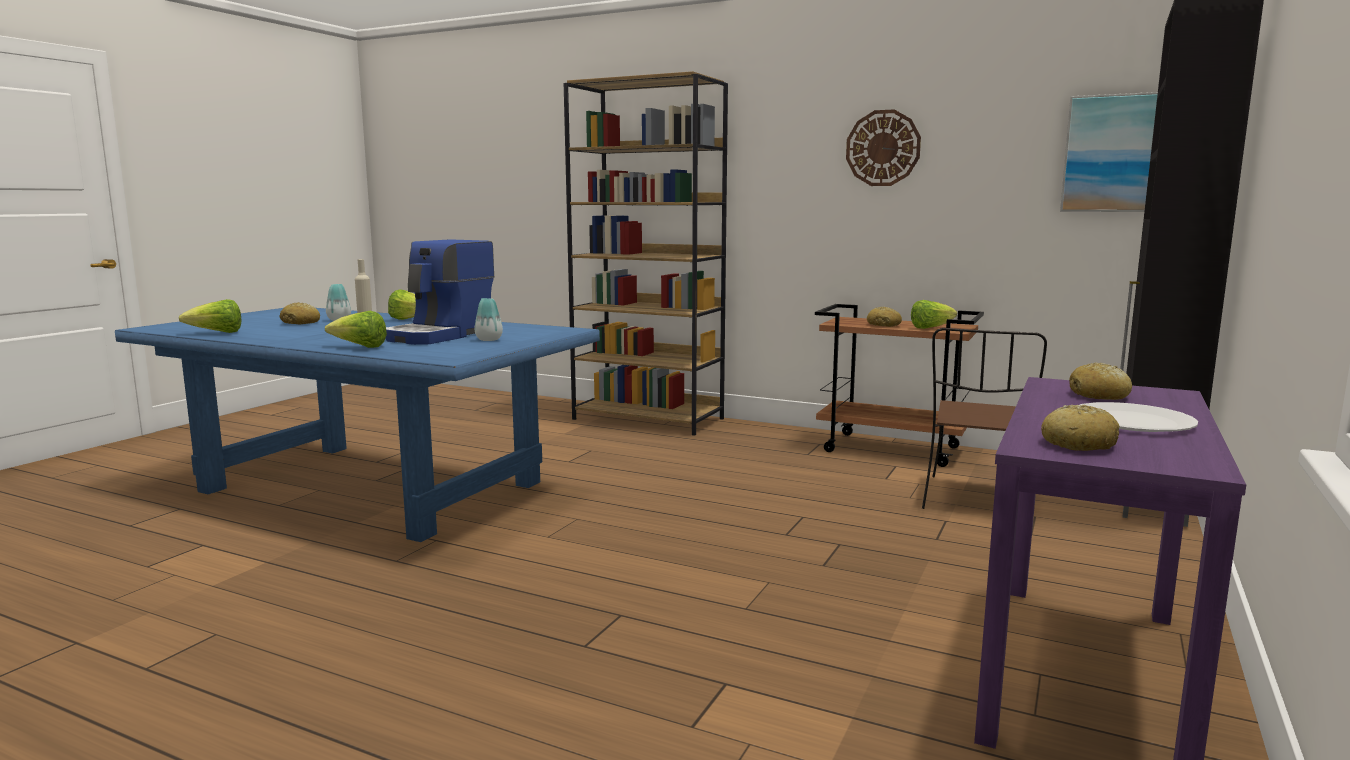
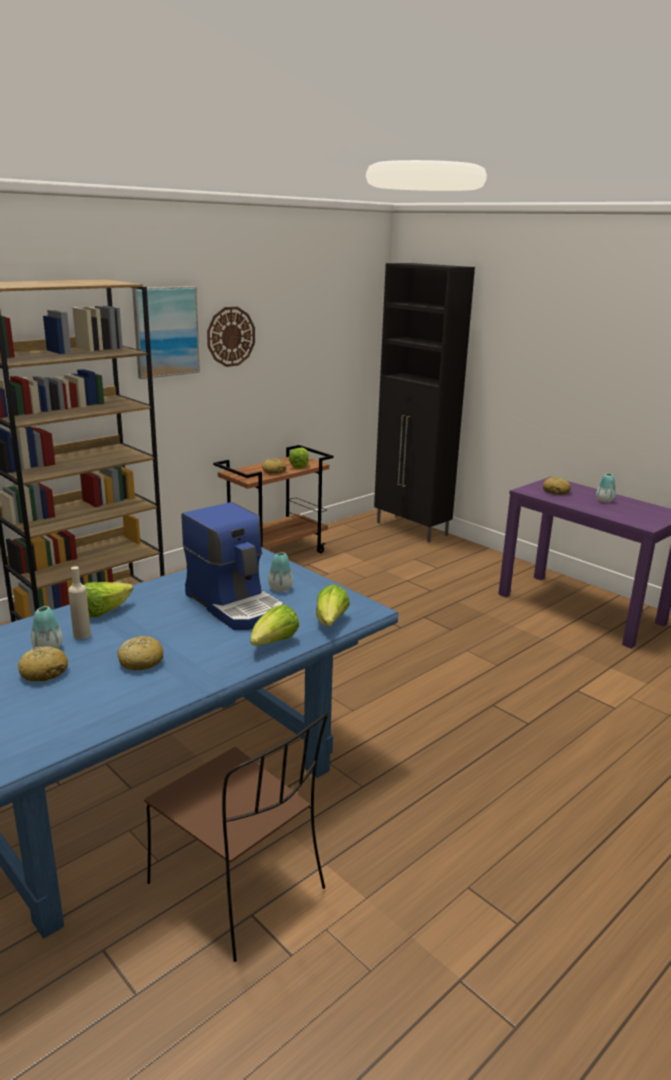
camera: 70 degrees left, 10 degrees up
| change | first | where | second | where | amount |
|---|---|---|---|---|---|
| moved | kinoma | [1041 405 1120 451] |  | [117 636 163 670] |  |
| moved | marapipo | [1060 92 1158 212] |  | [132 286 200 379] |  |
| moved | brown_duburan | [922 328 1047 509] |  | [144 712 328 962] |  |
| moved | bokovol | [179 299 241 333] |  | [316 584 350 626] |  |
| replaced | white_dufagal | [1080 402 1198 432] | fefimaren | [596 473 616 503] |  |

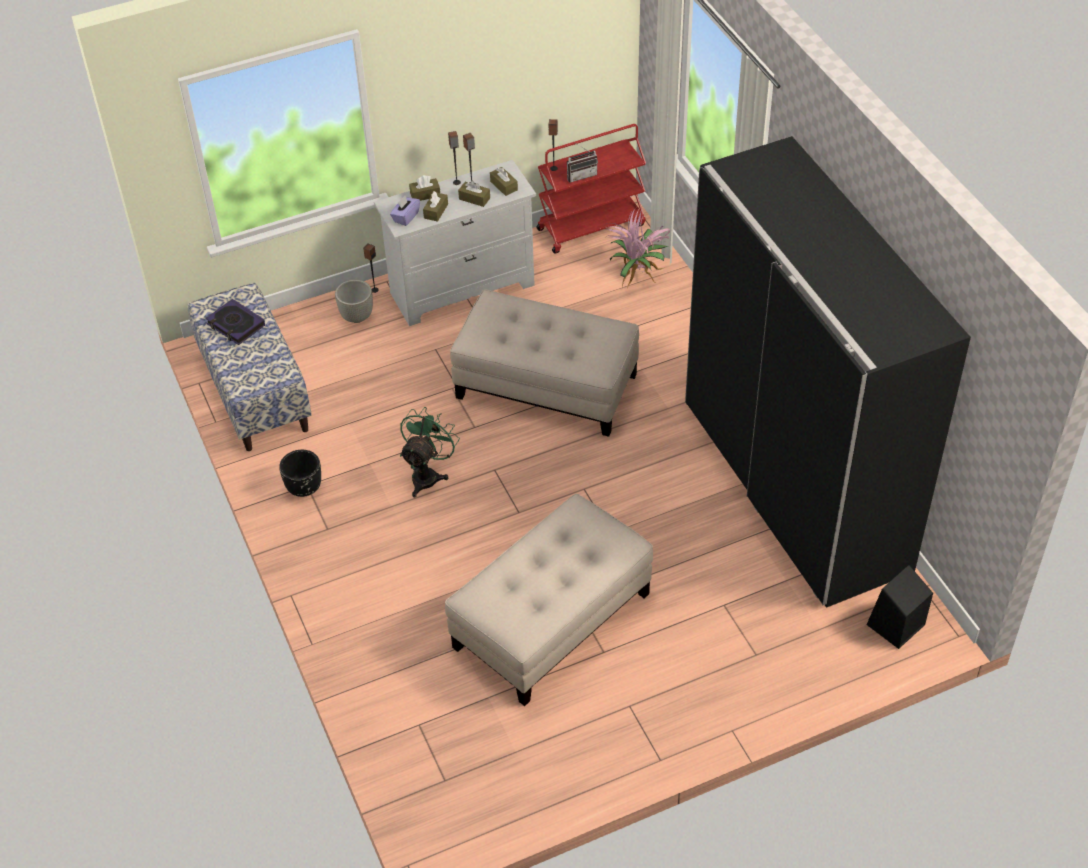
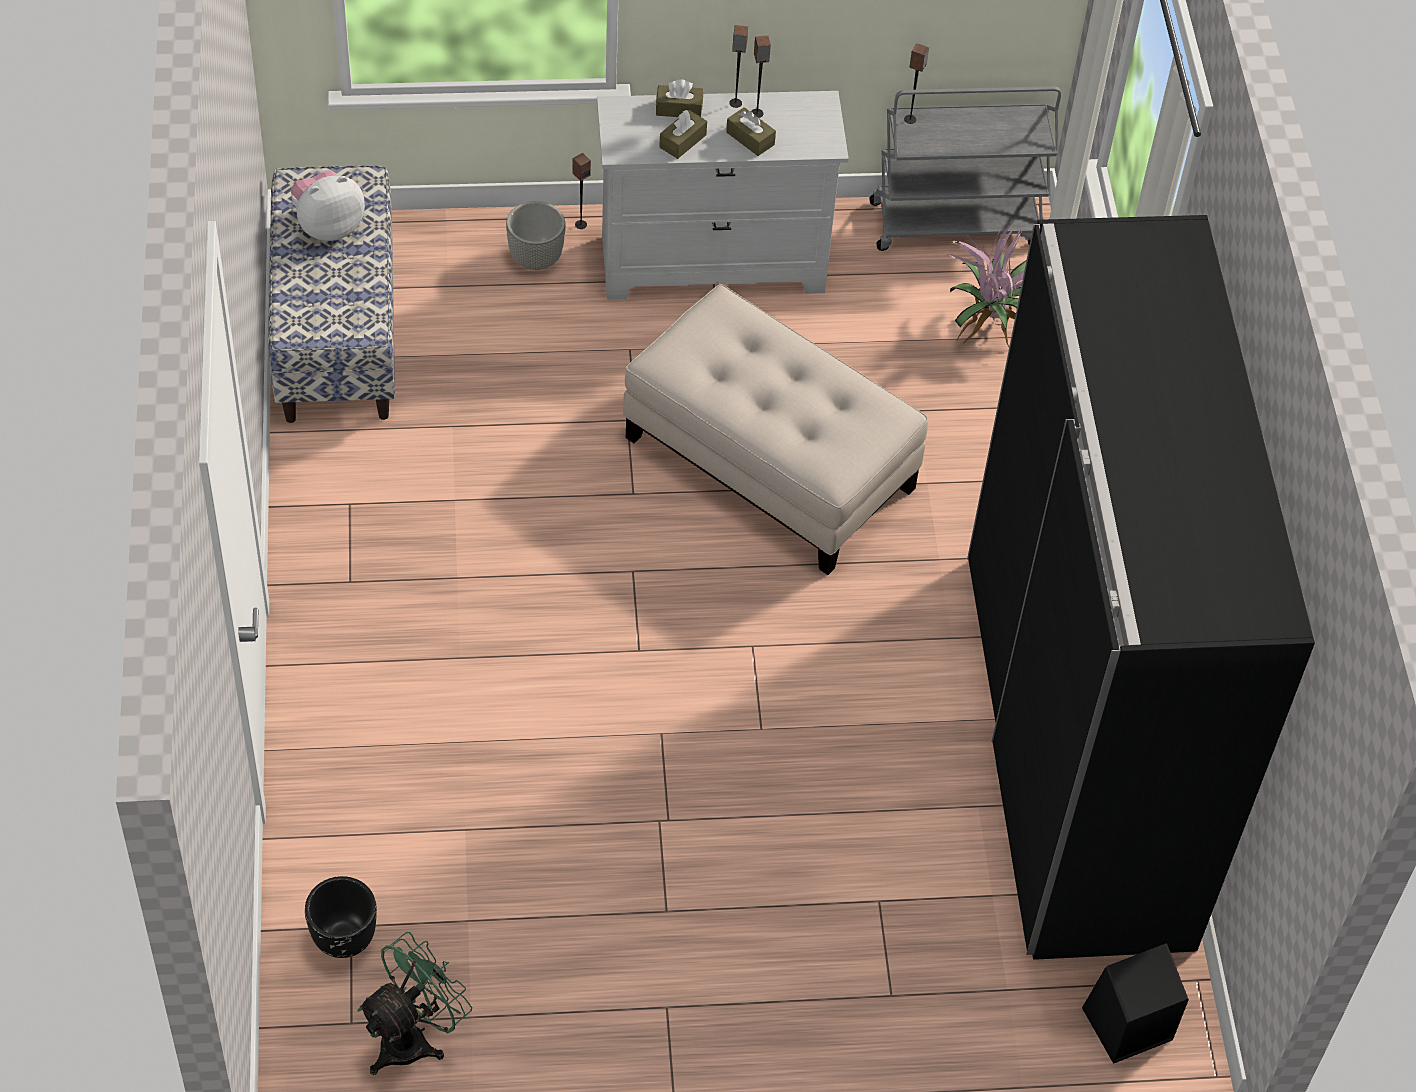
camera: 15 degrees right, 5 degrees up
| change | first | where | second | where | amount |
|---|---|---|---|---|---|
| replaced | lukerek | [205 299 265 345] | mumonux | [291 170 365 241] |  |
| moved | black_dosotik | [279 450 321 497] |  | [305 876 377 958] |  |
| moved | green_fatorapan | [400 407 460 497] |  | [357 932 472 1075] |  |
| recoloured | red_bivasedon | [536 124 646 254] | grey_bivasedon | [869 86 1061 251] |  |
| removed | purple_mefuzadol | [390 196 420 226] |  |  |  |
| removed | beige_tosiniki | [445 494 653 706] |  |  |  |
| removed | brown_mefuzadol | [490 167 518 196] |  |  |  |
| removed | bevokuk | [567 142 598 182] |  |  |  |

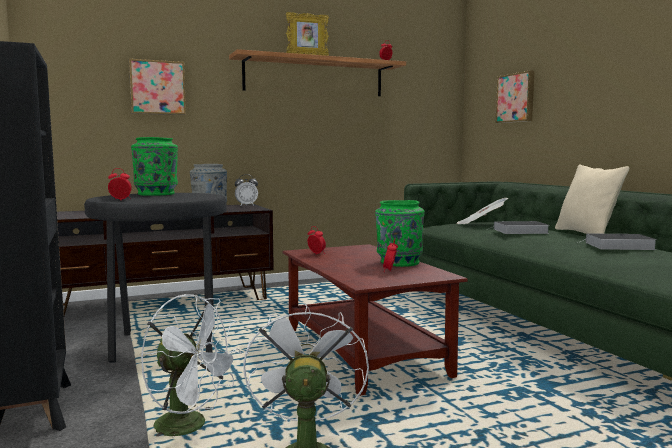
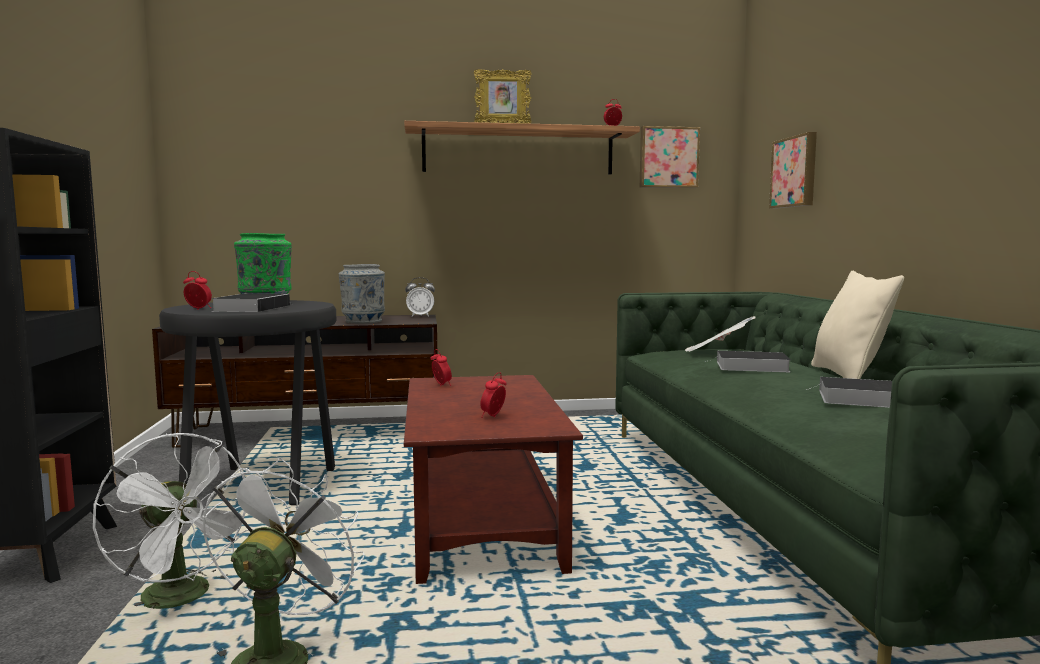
camera: 15 degrees right, 0 degrees up
| change | first | where | second | where | amount |
|---|---|---|---|---|---|
| added |  |  | lukerek | [211 293 292 312] |  |
| moved | marapipo | [129 59 186 115] |  | [640 126 700 188] |  |
| removed | green_fefimaren | [375 200 425 267] |  |  |  |

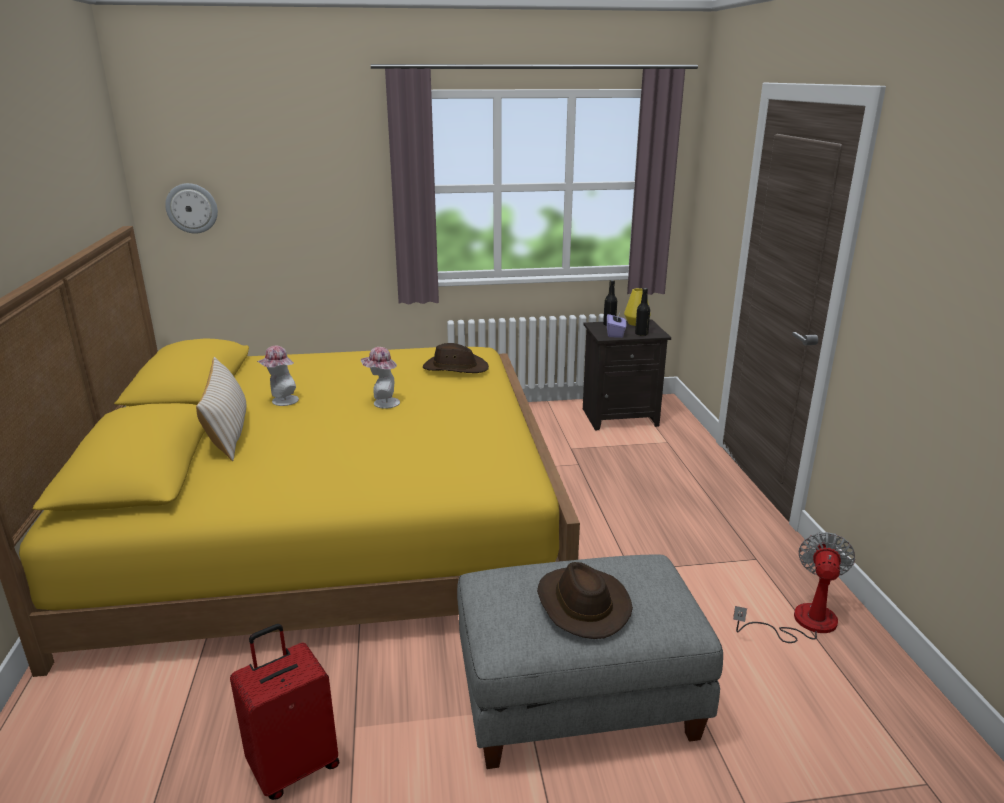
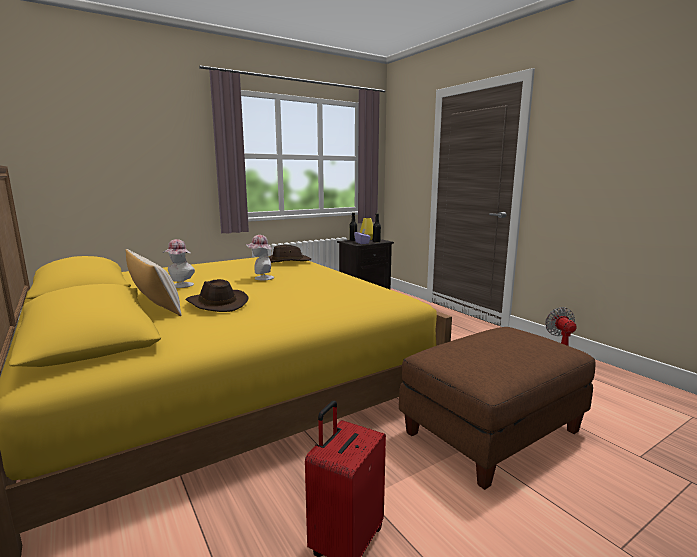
camera: 25 degrees left, 10 degrees down
| change | first | where | second | where | amount |
|---|---|---|---|---|---|
| moved | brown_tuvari | [537 562 633 639] |  | [185 279 249 312] |  |
| recoloured | grey_tosiniki | [457 555 723 769] | brown_tosiniki | [399 327 595 490] |  |
| removed | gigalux | [165 183 218 234] |  |  |  |

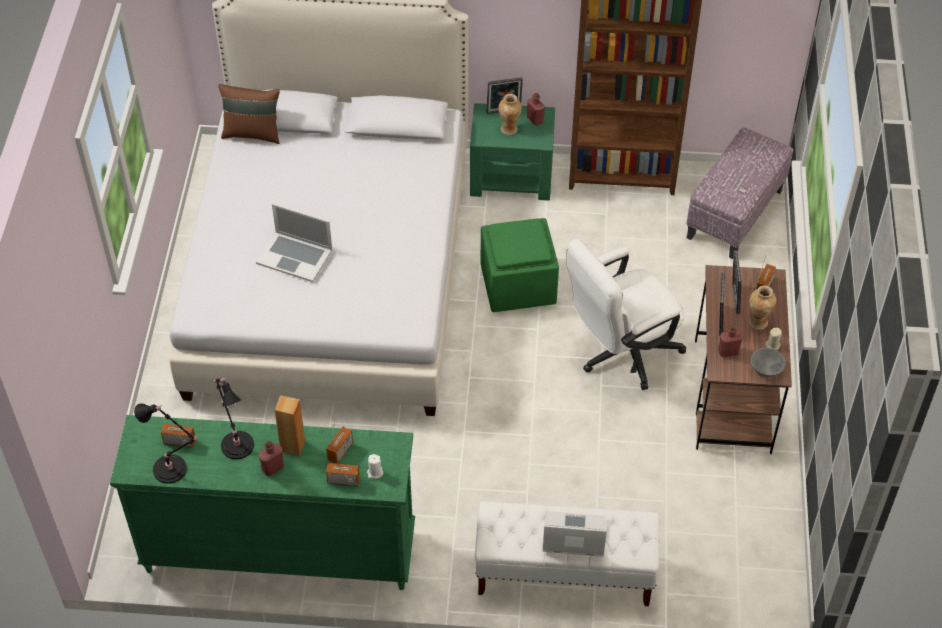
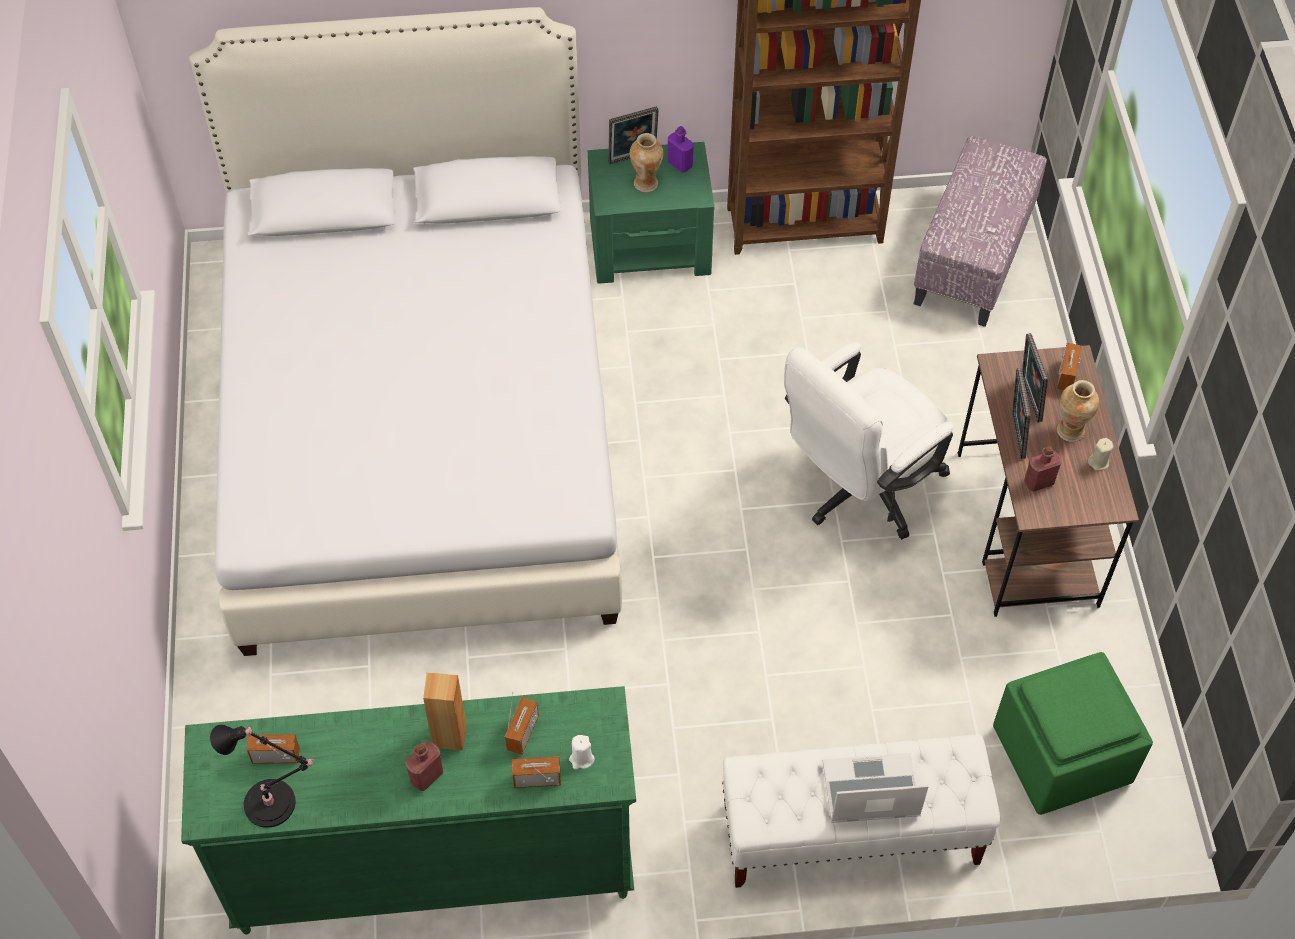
camera: 10 degrees left, 5 degrees up
| change | first | where | second | where | amount |
|---|---|---|---|---|---|
| recoloured | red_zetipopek | [527 93 545 126] | purple_zetipopek | [668 126 694 173] |  |
| moved | green_tosiniki | [481 218 559 312] |  | [993 652 1153 815] |  |
| removed | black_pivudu | [213 378 254 459] |  |  |  |
| removed | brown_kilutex | [218 84 280 144] |  |  |  |
| removed | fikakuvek | [256 204 332 282] |  |  |  |
| removed | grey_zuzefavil | [751 348 785 377] |  |  |  |

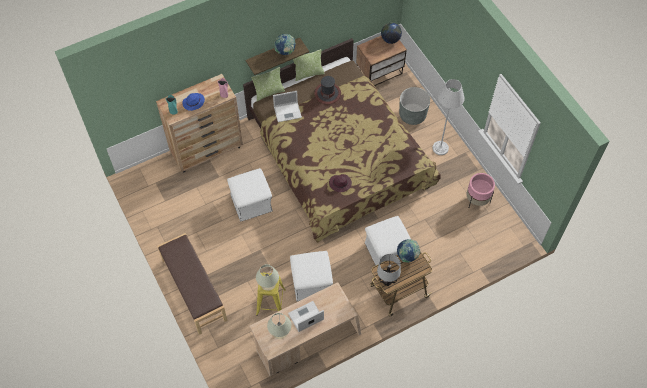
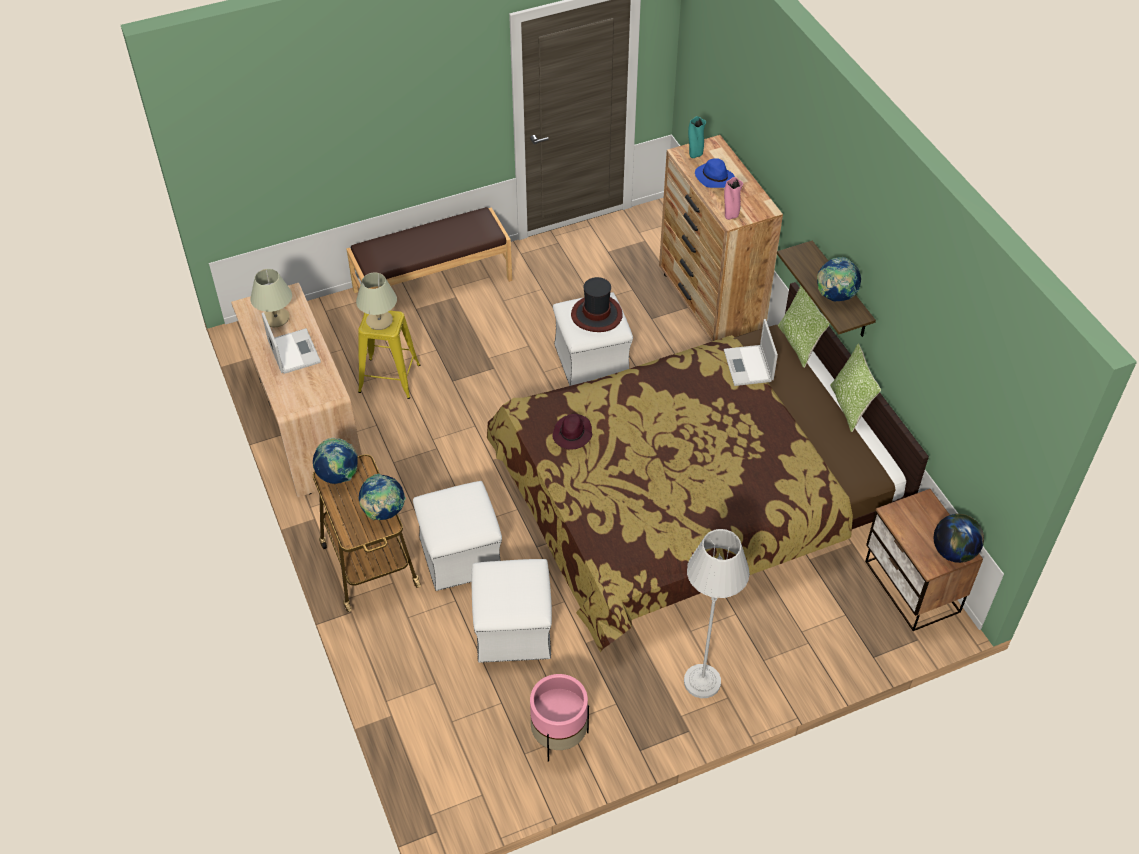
camera: 95 degrees right, 10 degrees down
| change | first | where | second | where | amount |
|---|---|---|---|---|---|
| replaced | pivudu | [377 254 401 286] | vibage | [313 438 358 484] |  |
| moved | white_tosiniki | [290 251 333 301] |  | [472 559 552 663] |  |
| moved | tuvari | [314 76 341 104] |  | [571 277 623 332] |  |
| removed | grey_dosotik | [399 87 430 125] |  |  |  |

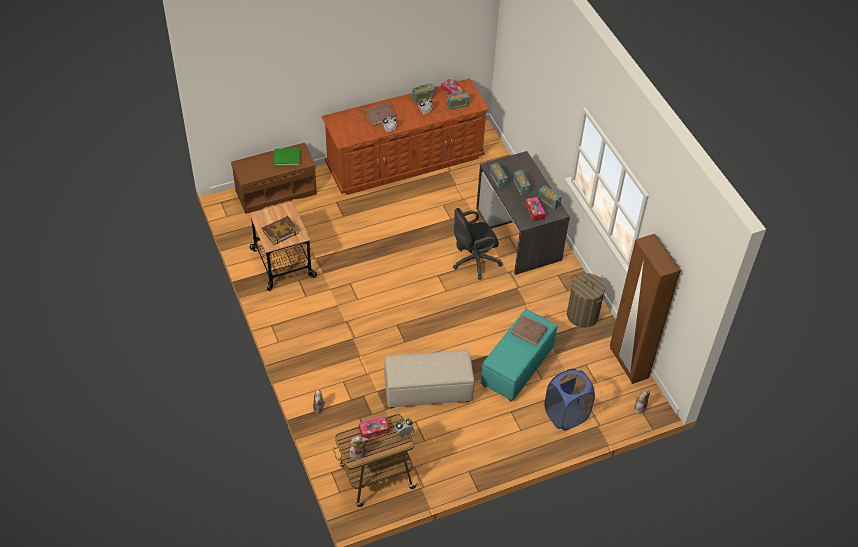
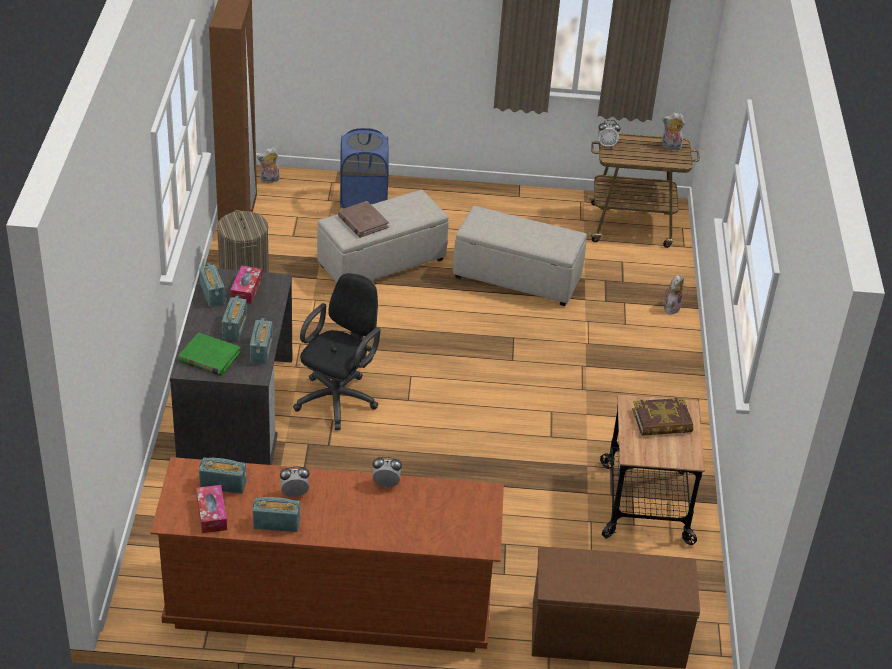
camera: 155 degrees left, 10 degrees down
| change | first | where | second | where | amount |
|---|---|---|---|---|---|
| moved | green_lukerek | [274 148 301 166] |  | [178 333 241 376] |  |
| turned | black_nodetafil | [453 208 503 280] |  | [293 273 381 430] | 60 degrees counterclockwise |
| recoloured | turquoise_tosiniki | [481 309 558 402] | beige_tosiniki | [317 190 449 283] |  |
| removed | mefuzadol | [359 417 389 439] |  |  |  |
| removed | brown_lukerek | [364 103 396 126] |  |  |  |

